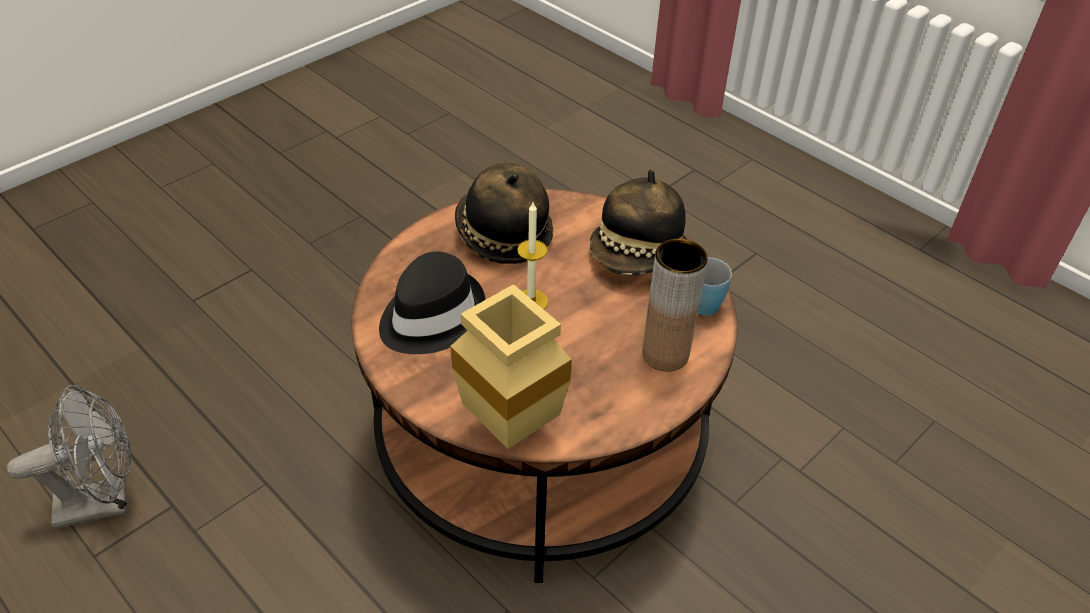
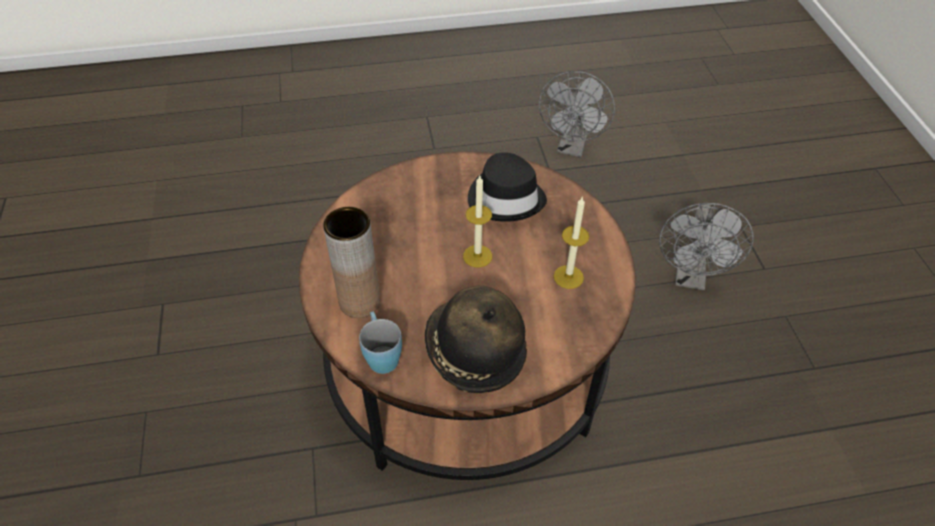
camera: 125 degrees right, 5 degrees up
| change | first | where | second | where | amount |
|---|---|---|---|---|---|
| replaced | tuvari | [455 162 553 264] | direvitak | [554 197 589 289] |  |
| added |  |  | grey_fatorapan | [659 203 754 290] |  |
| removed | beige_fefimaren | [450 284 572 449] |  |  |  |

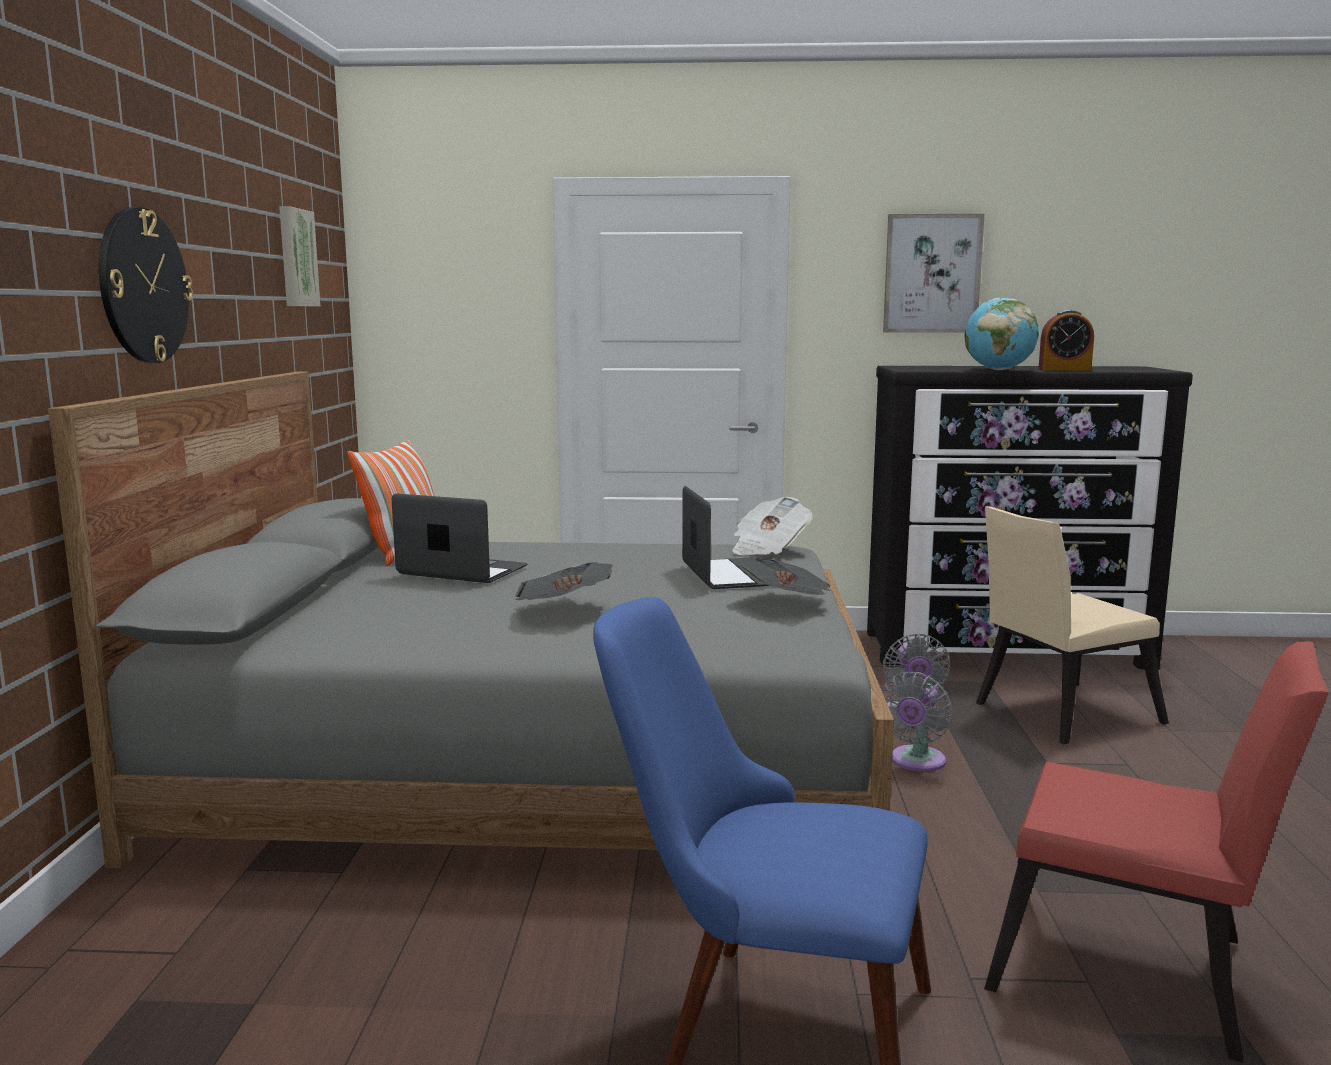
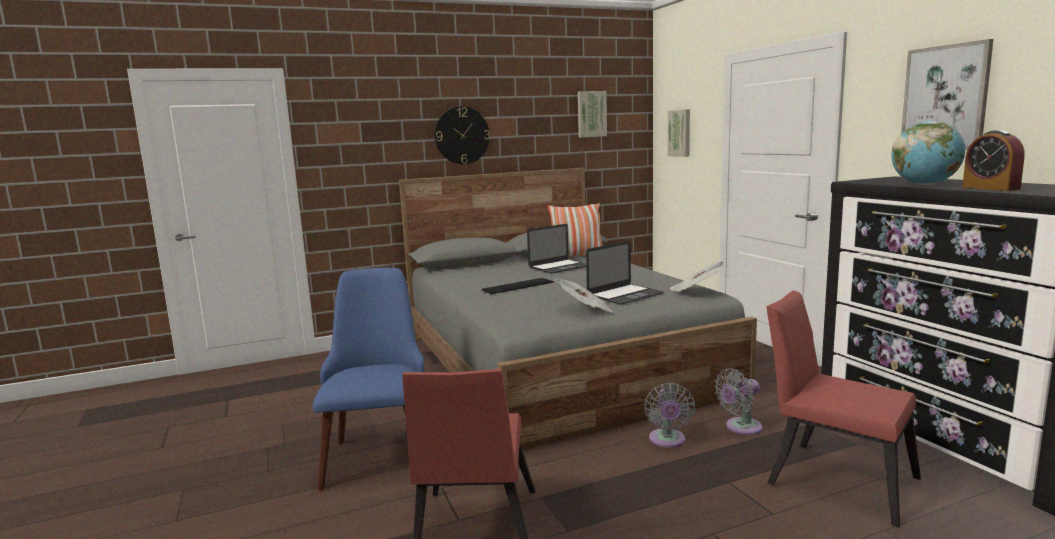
camera: 65 degrees right, 0 degrees up
| change | first | where | second | where | amount |
|---|---|---|---|---|---|
| replaced | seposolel | [515 562 613 600] | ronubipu | [481 278 554 294] |  |
| turned | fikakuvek | [392 493 528 583] |  | [527 224 586 273] | 60 degrees clockwise |
| turned | grey_fatorapan | [881 672 952 772] |  | [644 383 695 448] | 90 degrees counterclockwise |
| added |  |  | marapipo | [667 109 690 157] |  |
| recoloured | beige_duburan | [976 506 1169 744] | red_duburan | [766 291 921 528] |  |

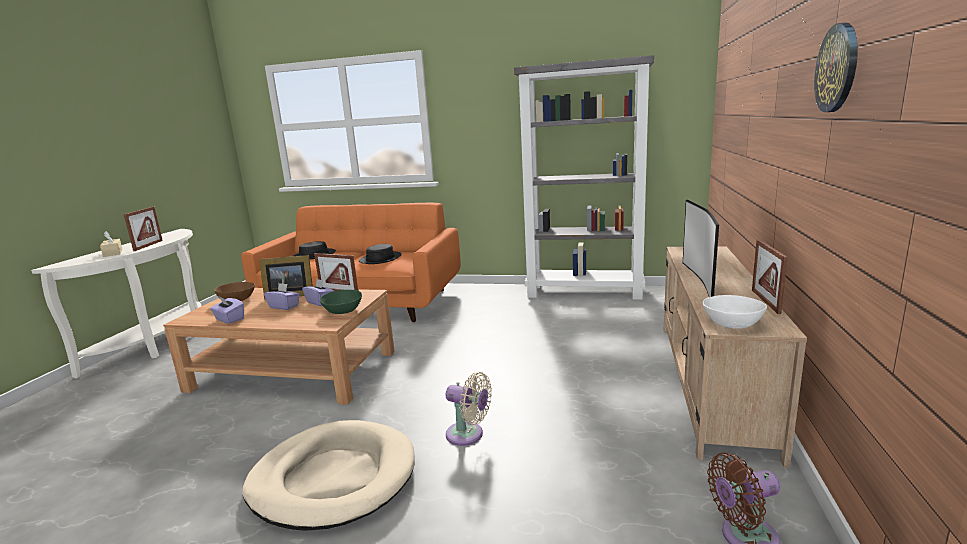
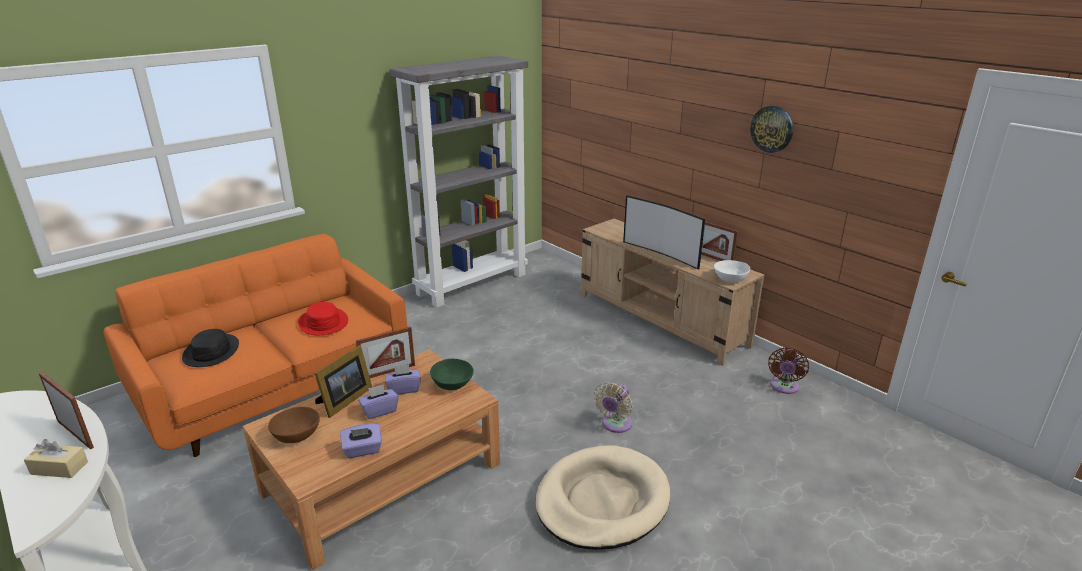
camera: 55 degrees left, 10 degrees up
| change | first | where | second | where | amount |
|---|---|---|---|---|---|
| recoloured | black_tuvari | [359 244 402 264] | red_tuvari | [298 302 348 335] |  |
| turned | beige_fatorapan | [446 372 492 446] |  | [594 382 632 433] | 150 degrees clockwise |

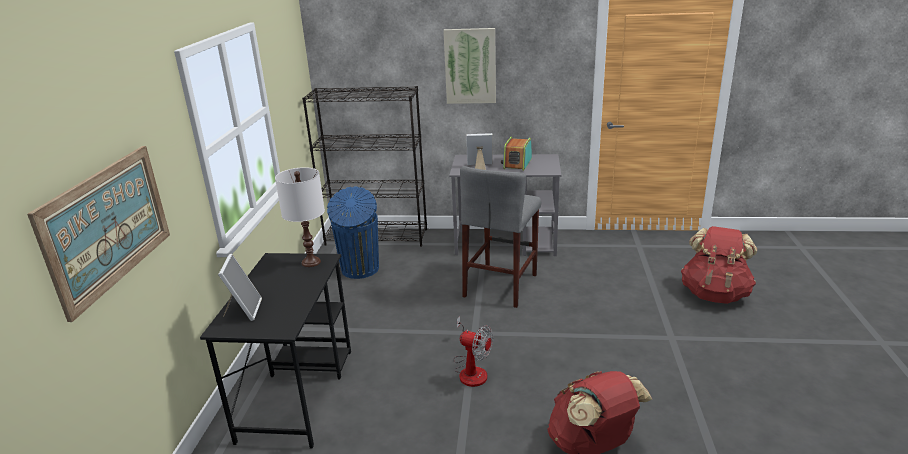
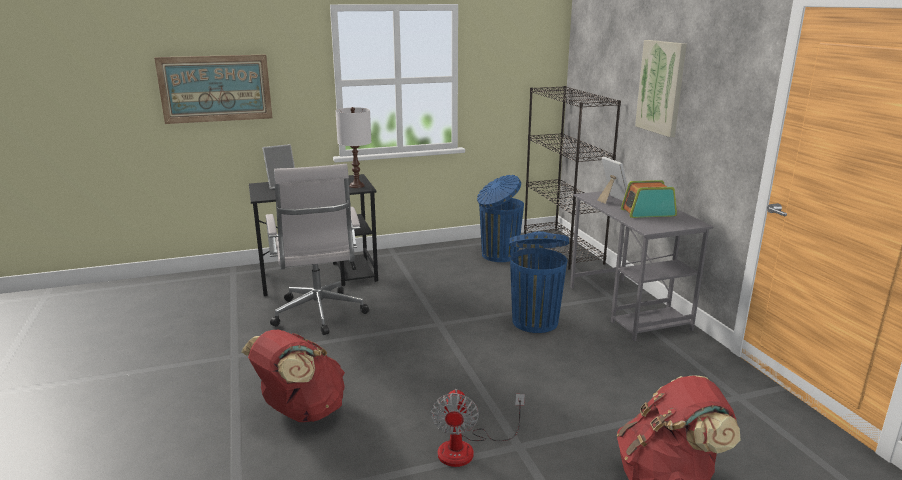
camera: 65 degrees right, 5 degrees down
| change | first | where | second | where | amount |
|---|---|---|---|---|---|
| added |  |  | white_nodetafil | [265 164 369 335] |  |
| moved | fatorapan | [453 316 493 387] |  | [431 389 525 467] |  |
| replaced | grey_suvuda | [460 166 541 308] | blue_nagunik | [509 231 569 333] |  |

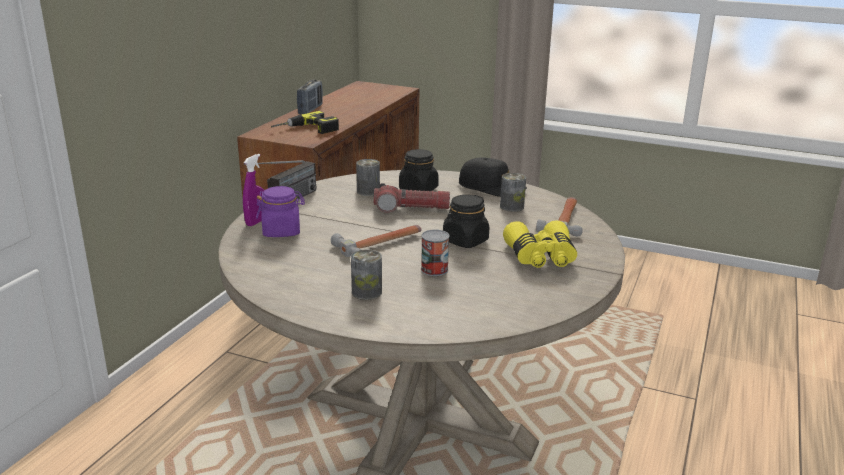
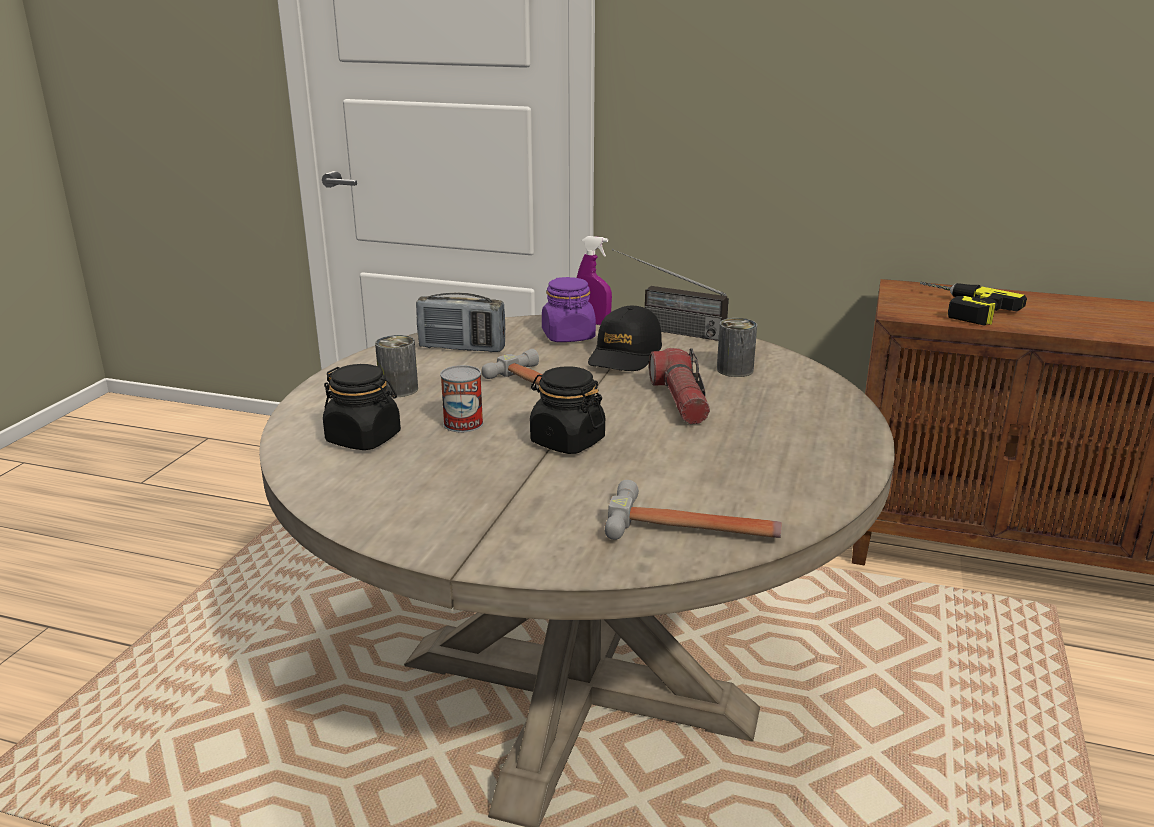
camera: 85 degrees right, 0 degrees up
| change | first | where | second | where | amount |
|---|---|---|---|---|---|
| moved | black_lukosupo | [399 149 439 191] |  | [323 364 401 450] |  |
| moved | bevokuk | [297 79 323 114] |  | [416 293 505 352] |  |
| moved | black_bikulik | [459 157 527 197] |  | [588 305 662 371] |  |
| removed | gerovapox | [500 173 526 212] |  |  |  |
| removed | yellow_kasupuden | [503 220 577 268] |  |  |  |

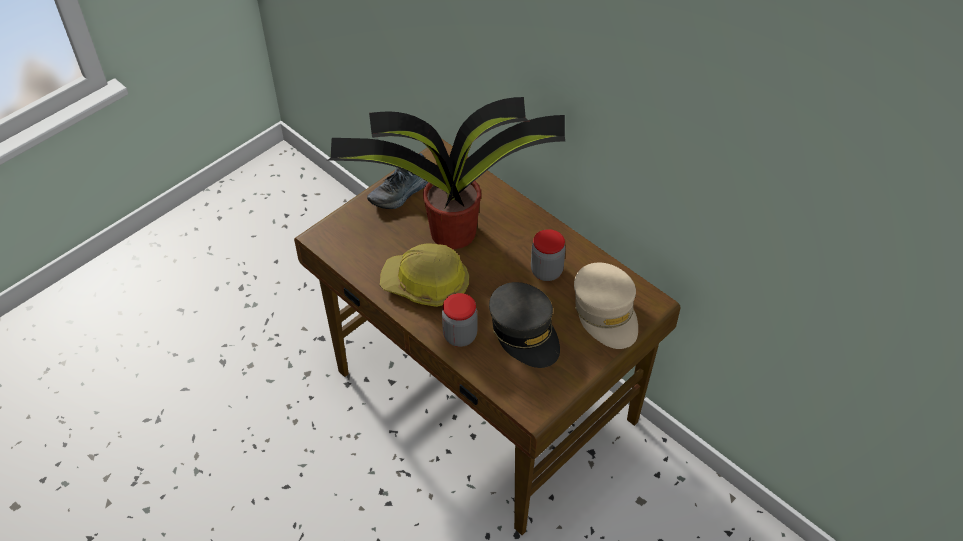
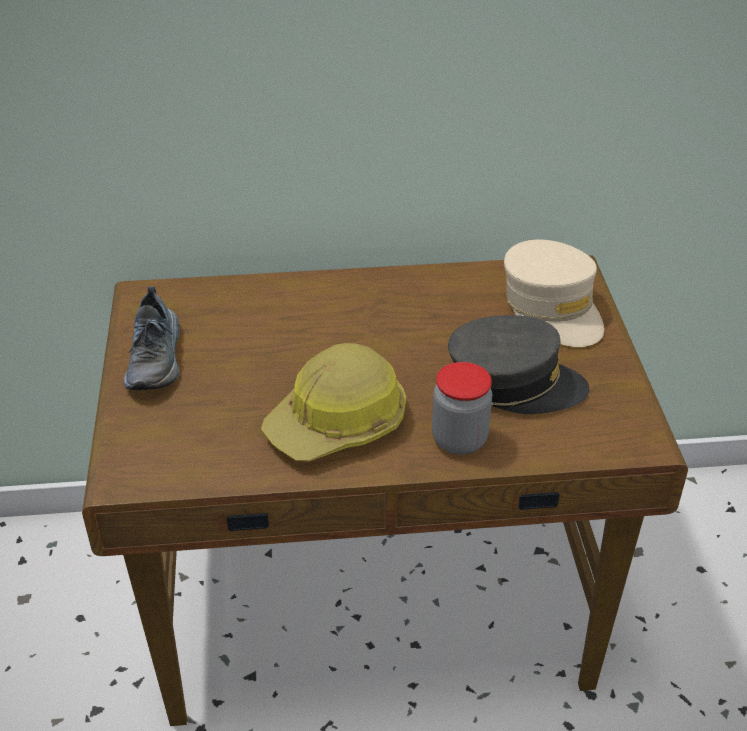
camera: 50 degrees left, 10 degrees down
| change | first | where | second | where | amount |
|---|---|---|---|---|---|
| turned | beige_bikulik | [574 263 638 349] |  | [504 240 604 347] | 45 degrees clockwise |
| removed | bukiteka | [328 97 565 249] |  |  |  |
| removed | lukosupo | [531 229 565 281] |  |  |  |

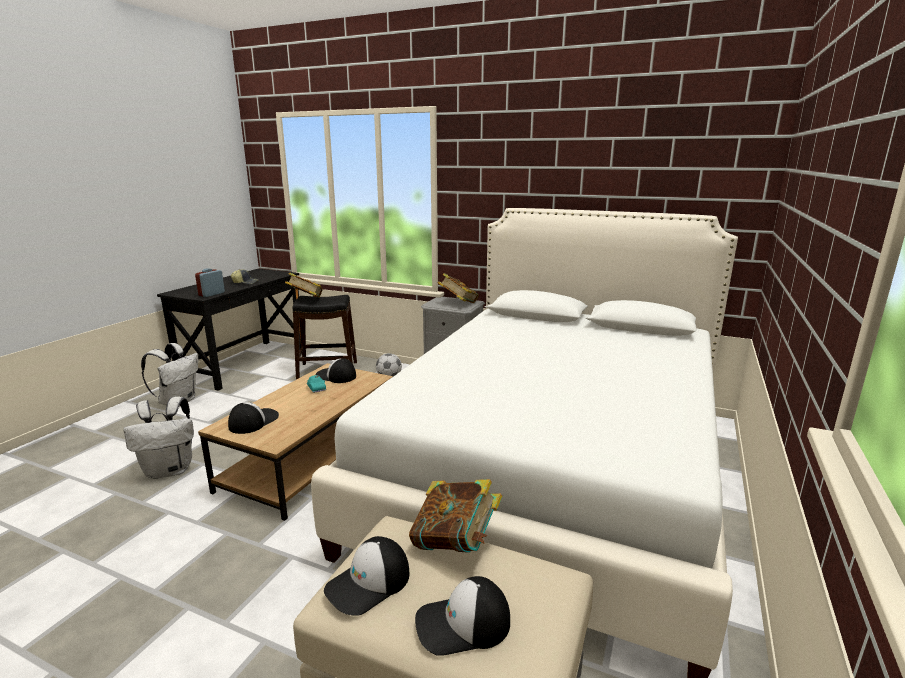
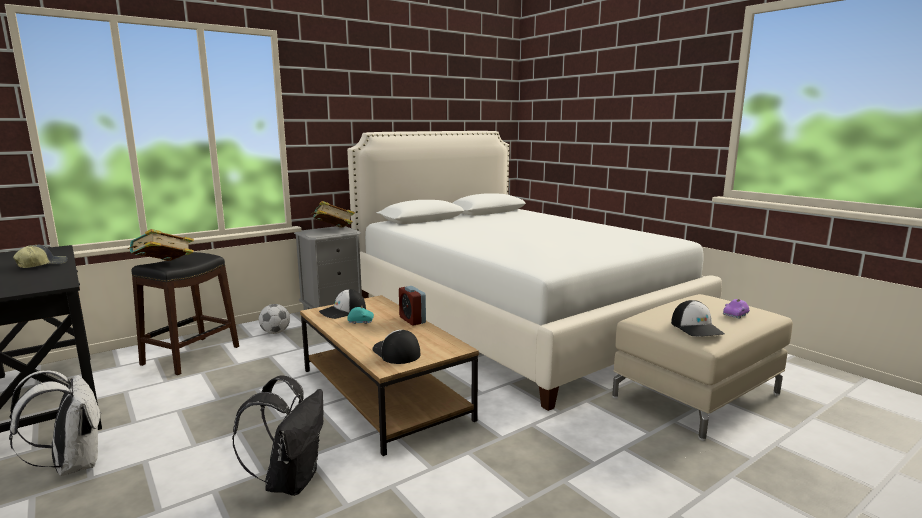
camera: 60 degrees left, 5 degrees down
| change | first | where | second | where | amount |
|---|---|---|---|---|---|
| recoloured | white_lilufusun | [124 396 194 479] | black_lilufusun | [232 375 323 496] |  |
| moved | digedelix | [195 268 225 297] |  | [399 286 426 326] |  |
| replaced | bikulik | [415 576 510 656] | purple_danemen | [723 299 750 318] |  |
| removed | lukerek | [409 479 502 553] |  |  |  |

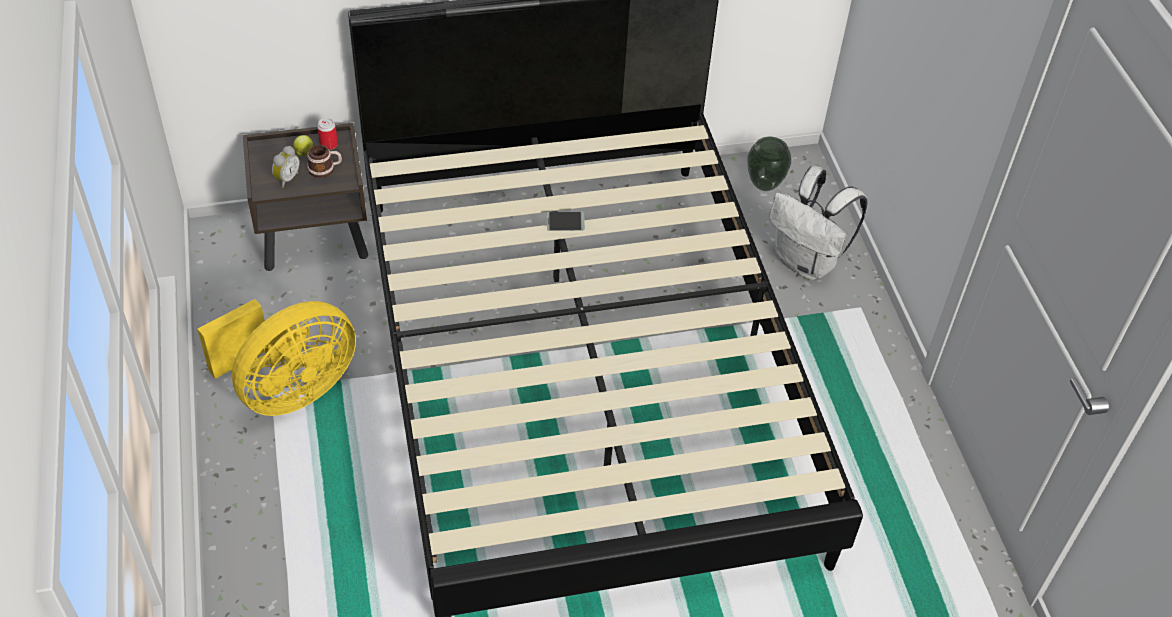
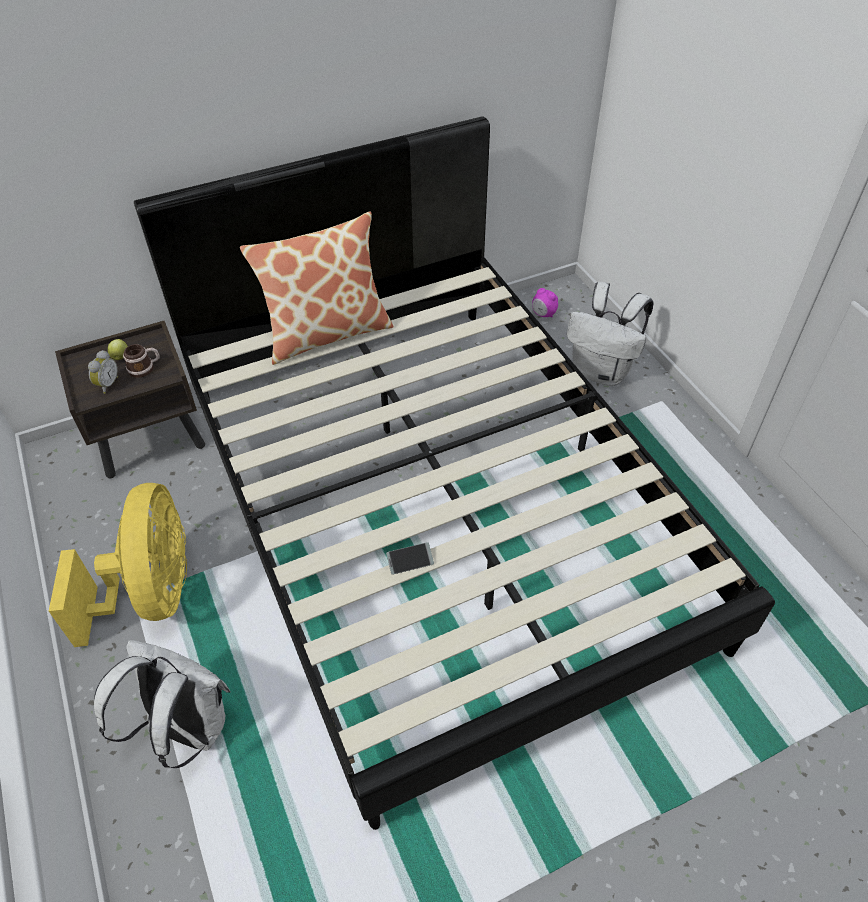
camera: 10 degrees left, 0 degrees up
| change | first | where | second | where | amount |
|---|---|---|---|---|---|
| turned | yellow_fatorapan | [198 299 356 416] |  | [49 483 187 647] | 45 degrees counterclockwise |
| added |  |  | white_lilufusun | [94 640 230 768] |  |
| added |  |  | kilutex | [240 212 394 365] |  |
| moved | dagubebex | [547 212 585 231] |  | [386 542 434 575] |  |
| replaced | fefimaren | [747 137 791 191] | digedelix | [532 288 558 317] |  |
| removed | gerovapox | [317 118 338 150] |  |  |  |

